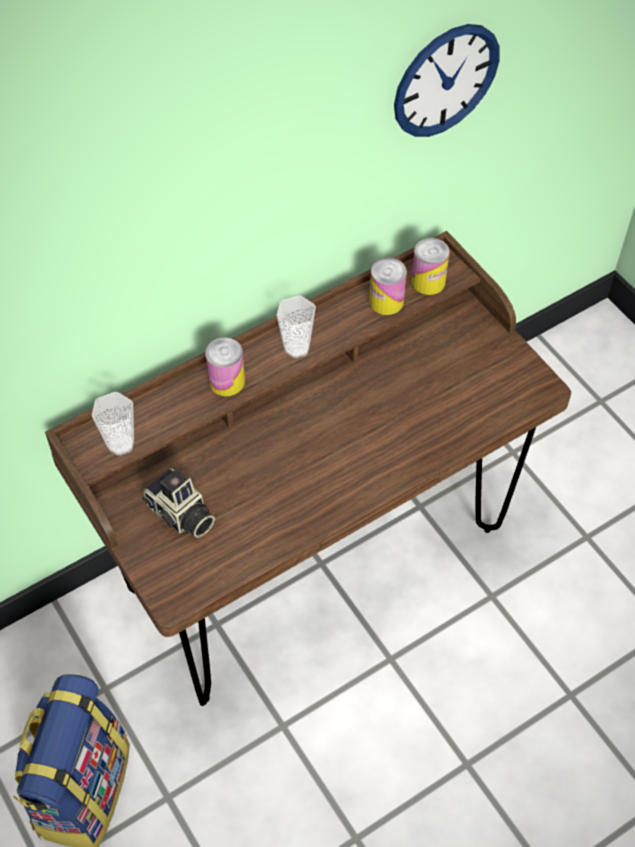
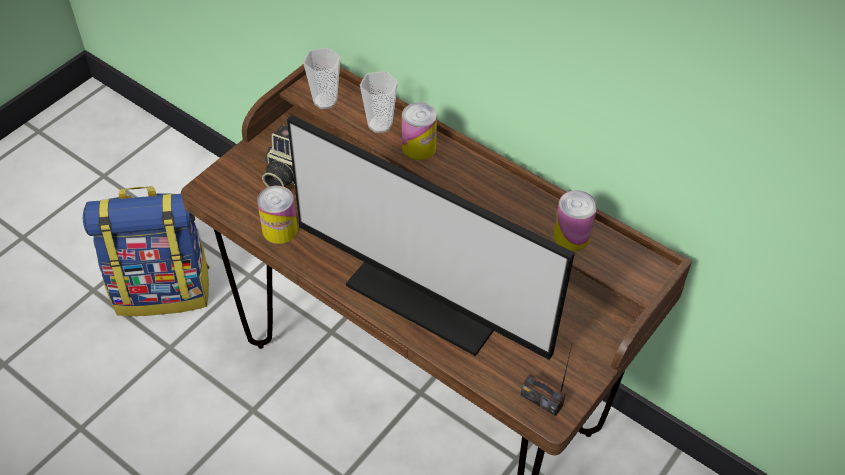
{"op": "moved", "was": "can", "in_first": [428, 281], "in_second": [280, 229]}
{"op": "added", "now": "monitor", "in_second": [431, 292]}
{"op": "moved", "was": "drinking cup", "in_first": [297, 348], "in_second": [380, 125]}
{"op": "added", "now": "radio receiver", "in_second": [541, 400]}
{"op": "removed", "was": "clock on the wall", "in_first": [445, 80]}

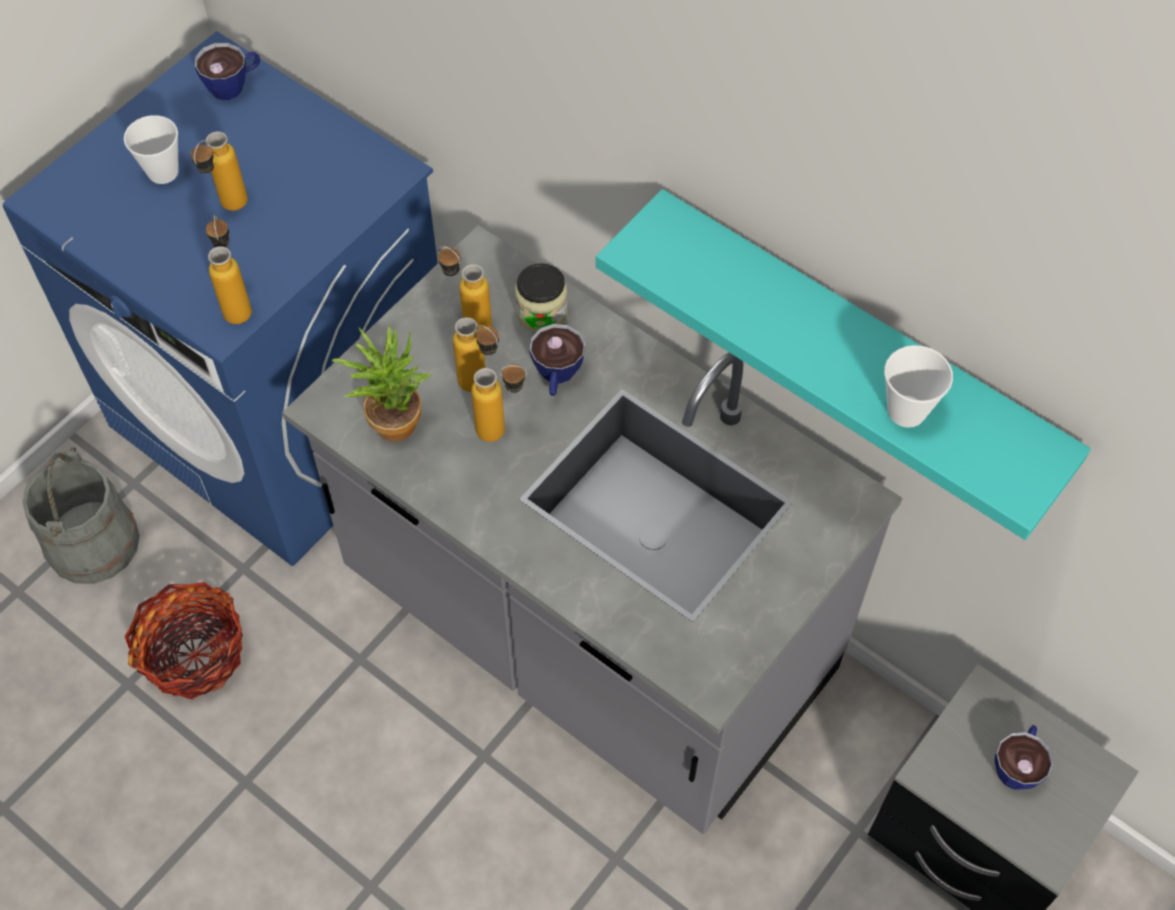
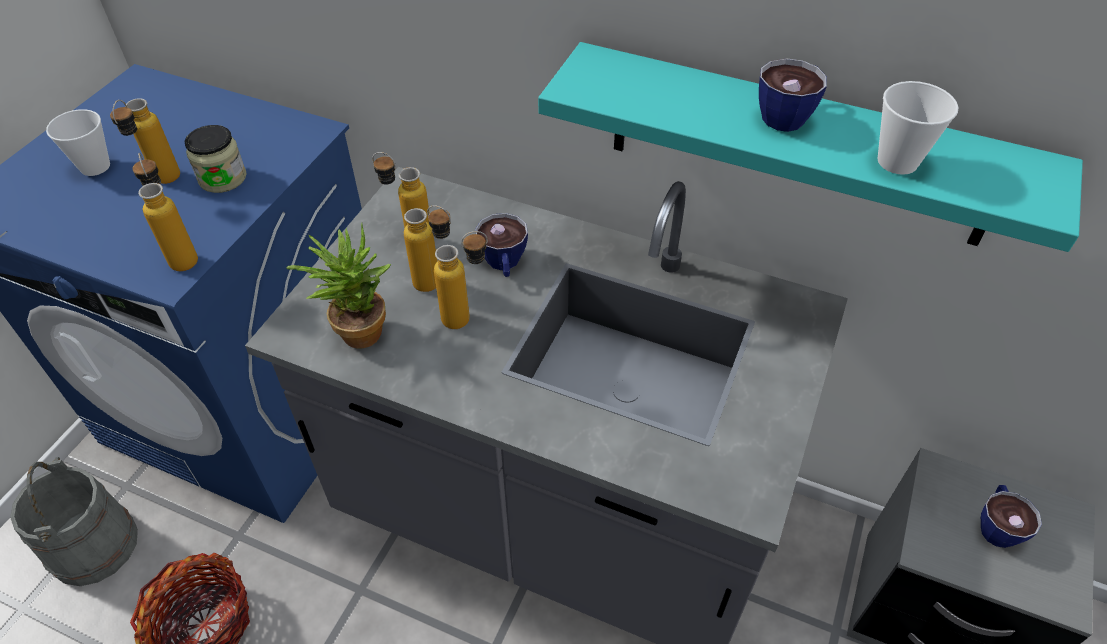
{"op": "moved", "was": "preserve jar", "in_first": [541, 314], "in_second": [222, 178]}
{"op": "moved", "was": "drinking cup", "in_first": [234, 85], "in_second": [788, 114]}

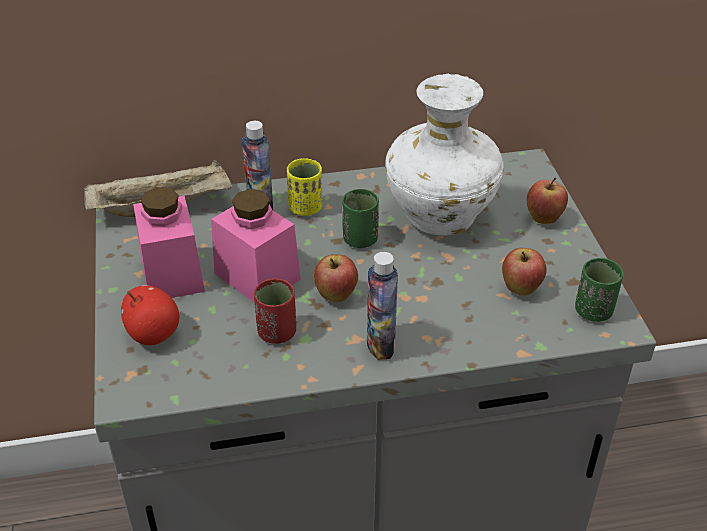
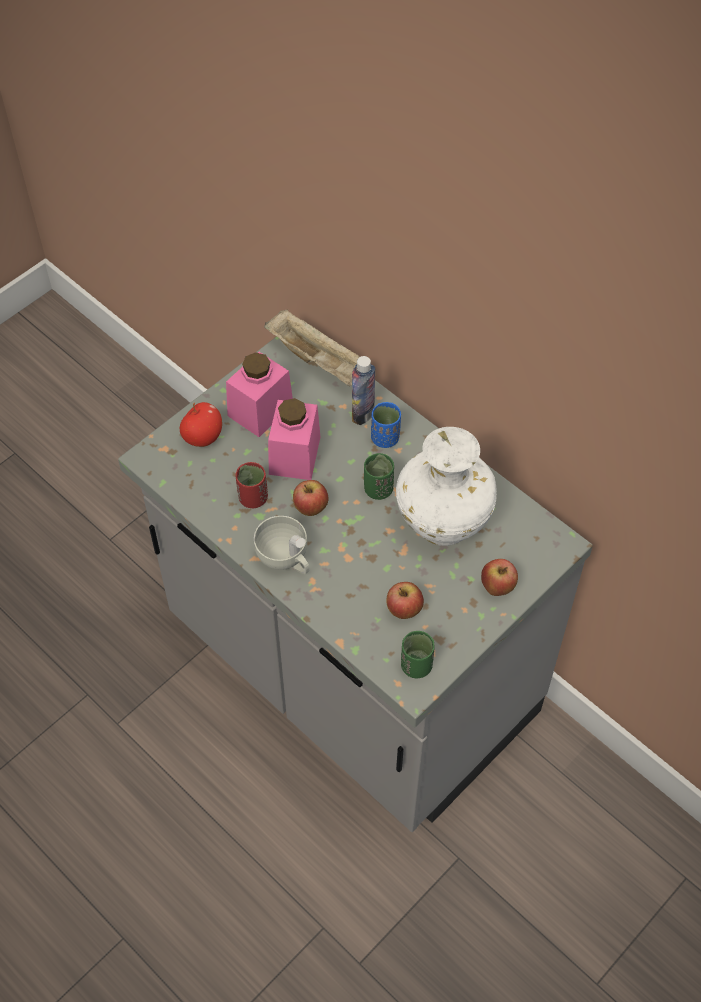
{"op": "replaced", "was": "beverage bottle", "now": "white drinking cup", "in_first": [380, 344], "in_second": [286, 559]}
{"op": "recoloured", "was": "yellowish drinking cup", "now": "blue drinking cup", "in_first": [305, 208], "in_second": [385, 438]}

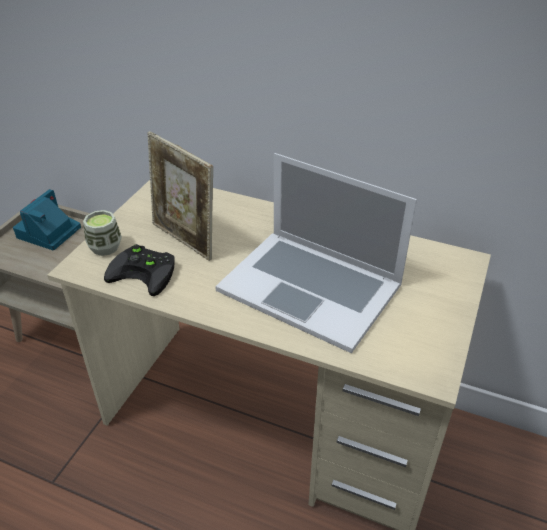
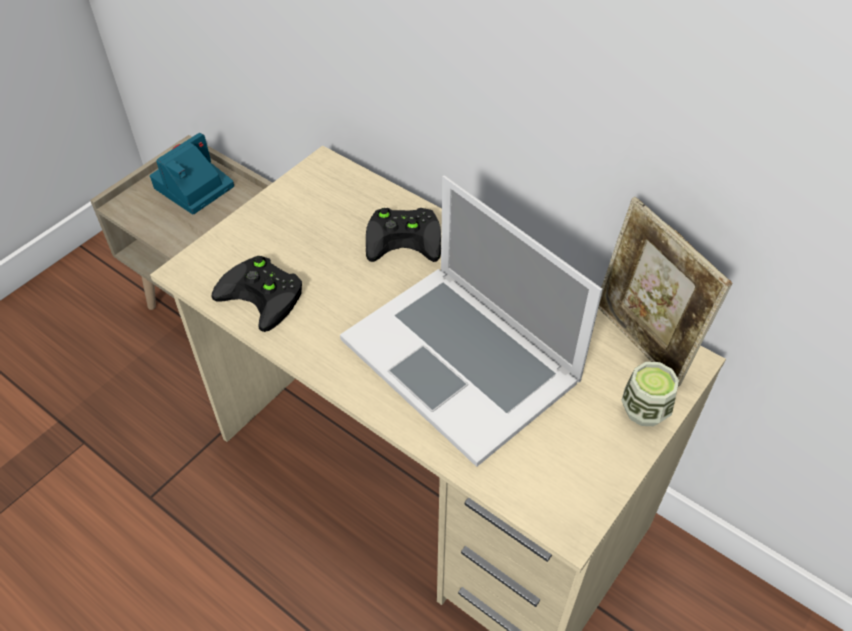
{"op": "added", "now": "blackish game controller", "in_second": [406, 237]}
{"op": "moved", "was": "standing frame", "in_first": [185, 240], "in_second": [641, 343]}
{"op": "moved", "was": "drinking cup", "in_first": [105, 247], "in_second": [644, 410]}

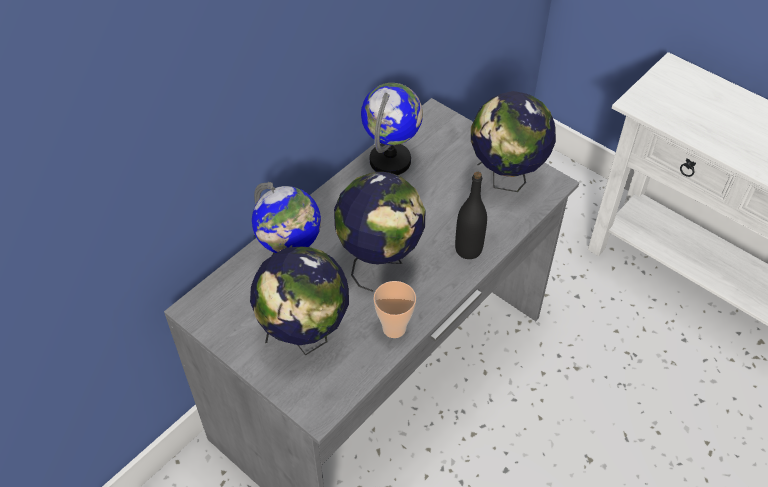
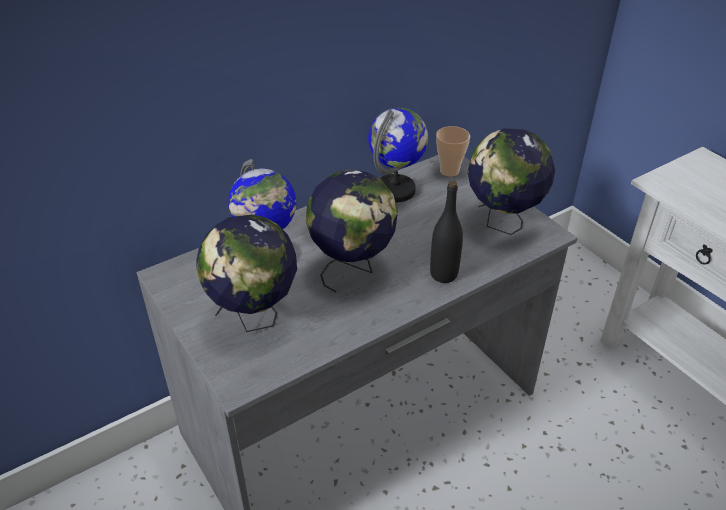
{"op": "moved", "was": "drinking cup", "in_first": [394, 328], "in_second": [449, 171]}

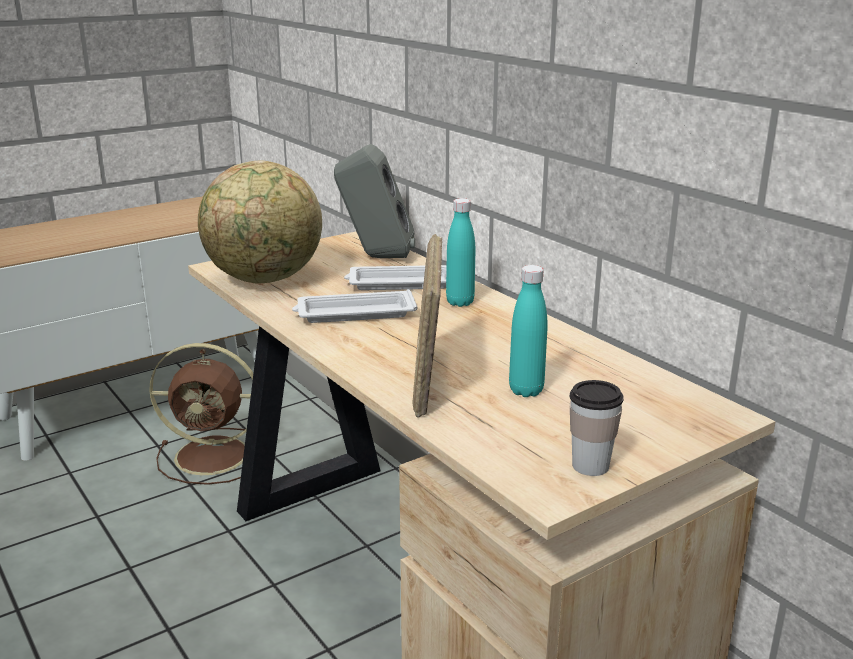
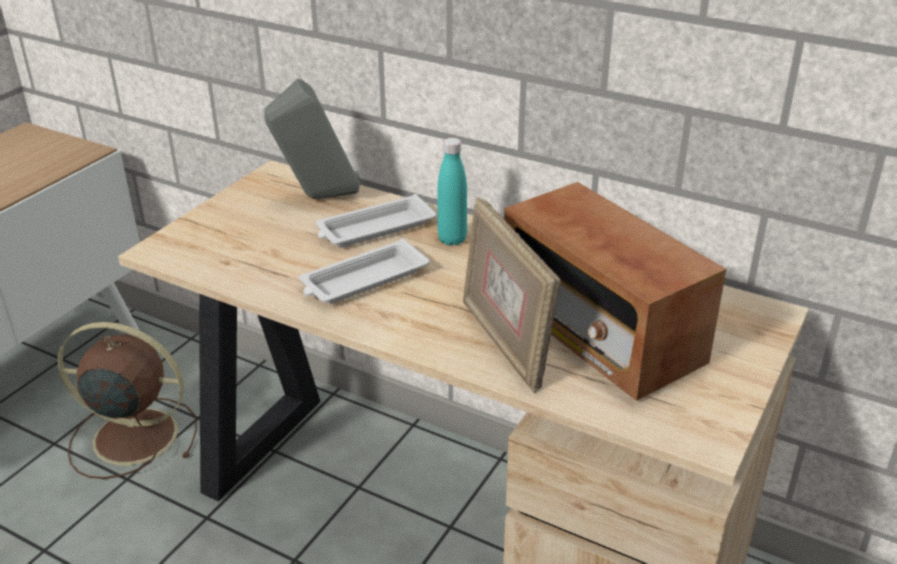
{"op": "turned", "was": "brown-coloured cooling fan", "in_first": [215, 456], "in_second": [131, 436], "clockwise": -150}
{"op": "replaced", "was": "blue-green beverage bottle", "now": "radio receiver", "in_first": [526, 390], "in_second": [599, 333]}
{"op": "removed", "was": "world globe", "in_first": [265, 280]}
{"op": "removed", "was": "drinking cup", "in_first": [590, 466]}

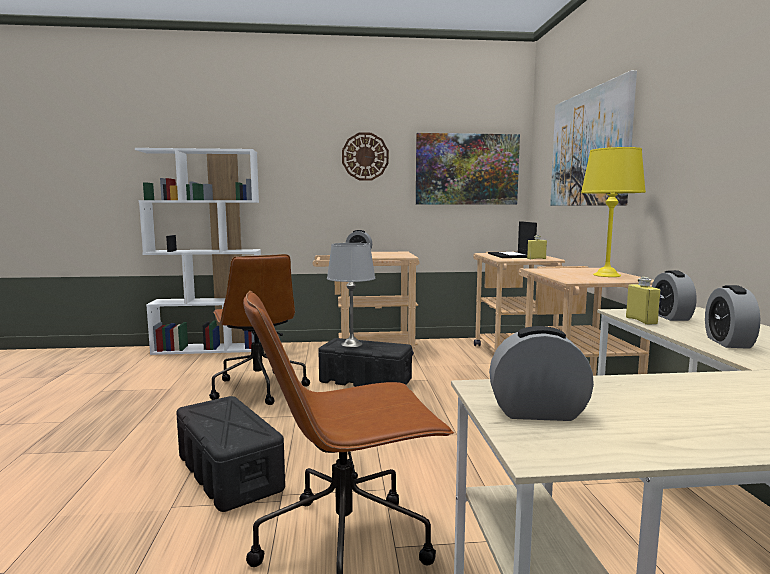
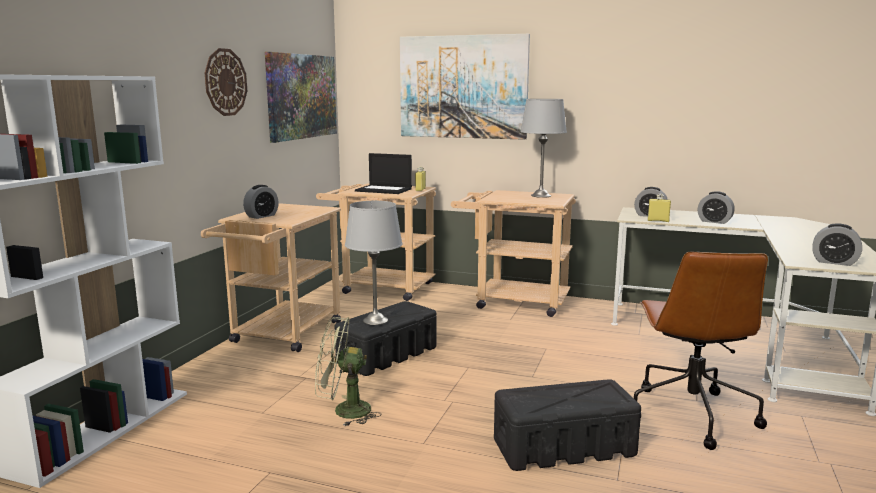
{"op": "replaced", "was": "brown-coloured computer chair", "now": "green cooling fan", "in_first": [258, 388], "in_second": [344, 411]}
{"op": "recoloured", "was": "yellowish tabletop lamp", "now": "greyish tabletop lamp", "in_first": [606, 275], "in_second": [540, 195]}
{"op": "turned", "was": "alarm clock", "in_first": [537, 413], "in_second": [834, 262], "clockwise": -90}

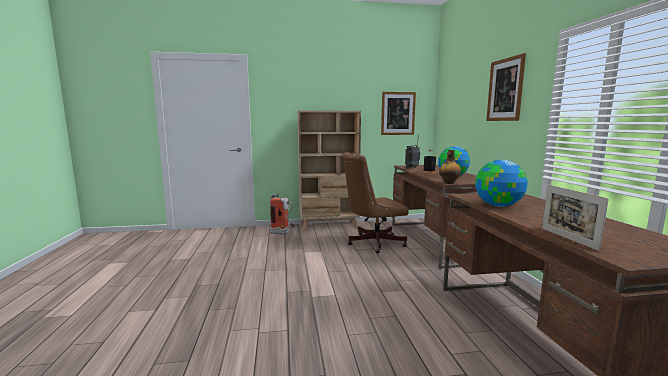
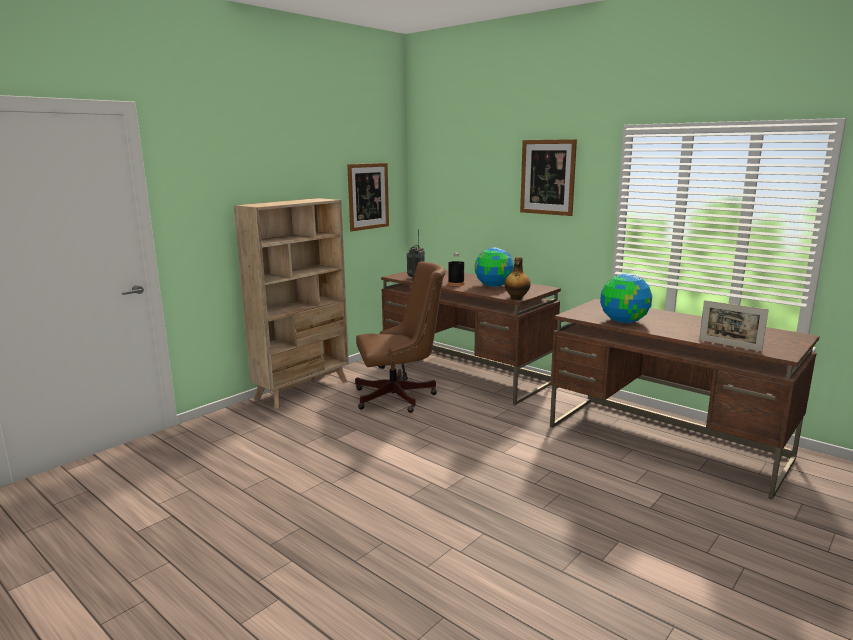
{"op": "turned", "was": "brown-coloured computer chair", "in_first": [372, 243], "in_second": [400, 397], "clockwise": -135}
{"op": "removed", "was": "fire extinguisher", "in_first": [283, 233]}

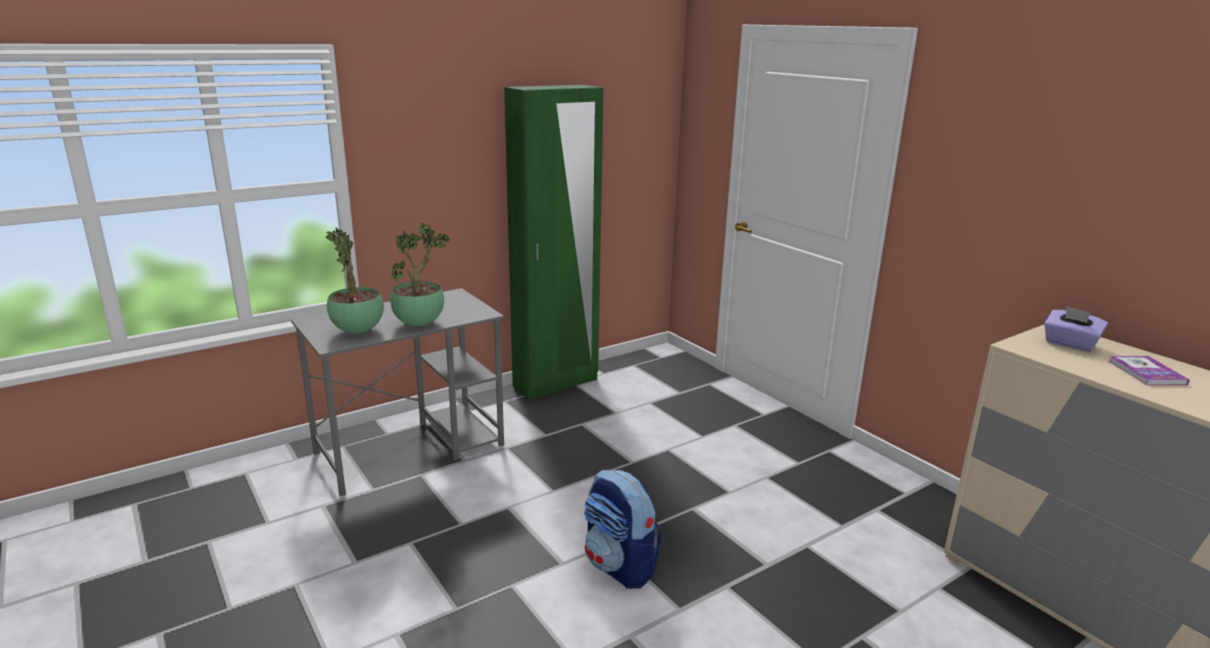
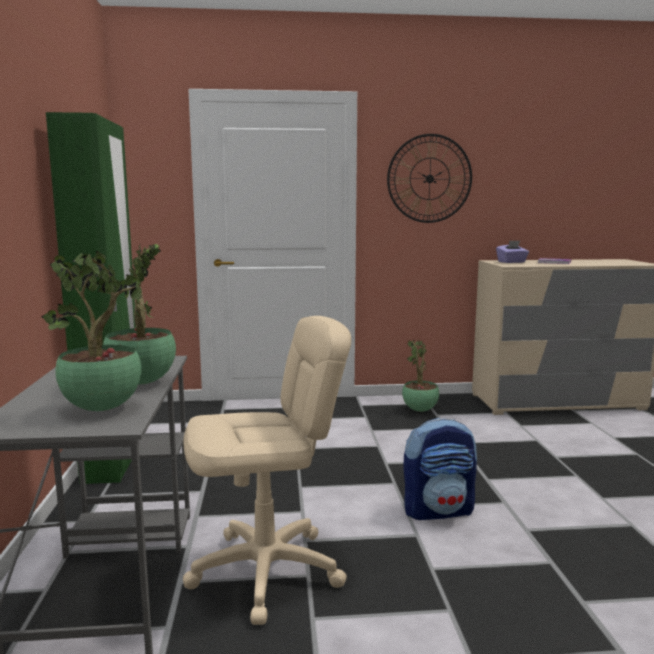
{"op": "added", "now": "beige computer chair", "in_second": [267, 571]}
{"op": "added", "now": "clock on the wall", "in_second": [429, 179]}
{"op": "added", "now": "potted plant", "in_second": [419, 410]}

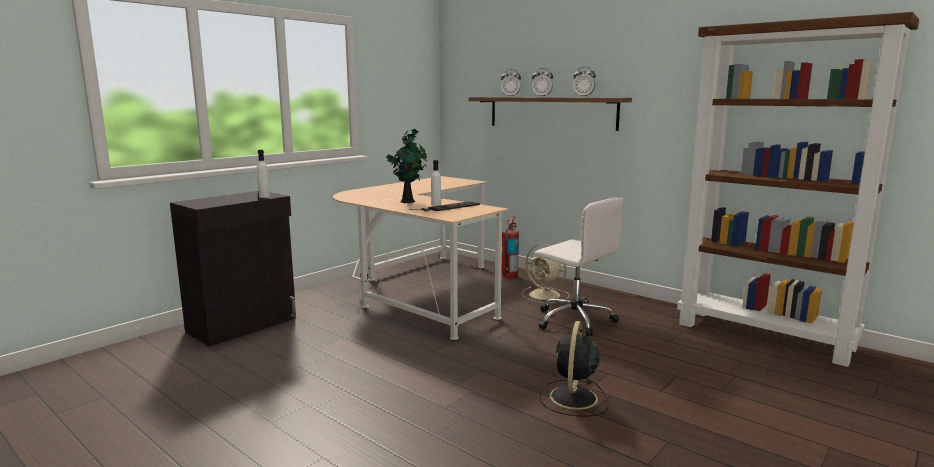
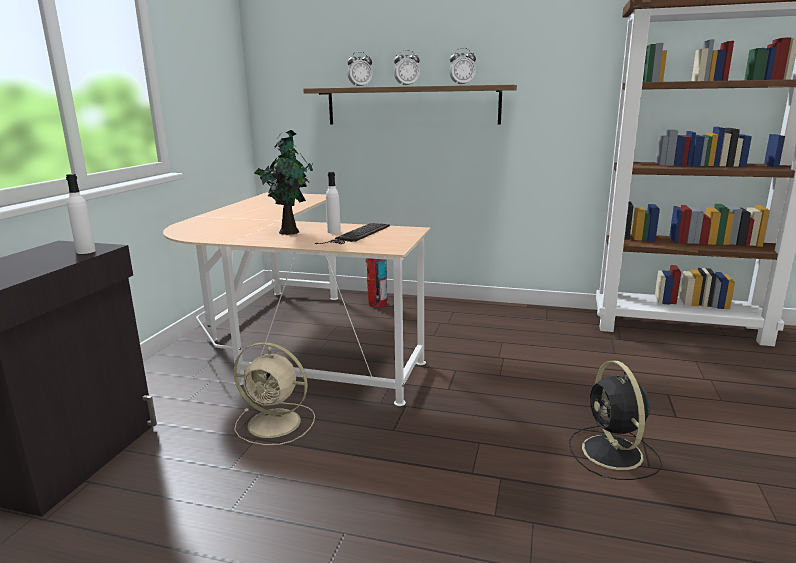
{"op": "moved", "was": "beige cooling fan", "in_first": [545, 295], "in_second": [276, 423]}
{"op": "removed", "was": "white computer chair", "in_first": [574, 320]}

